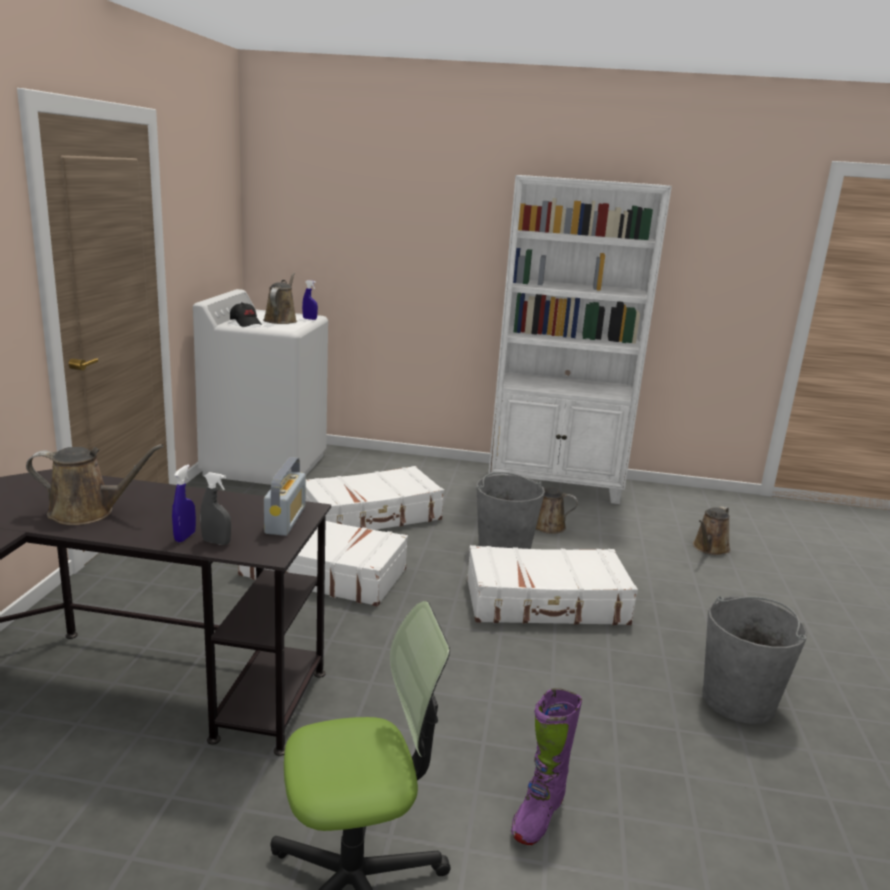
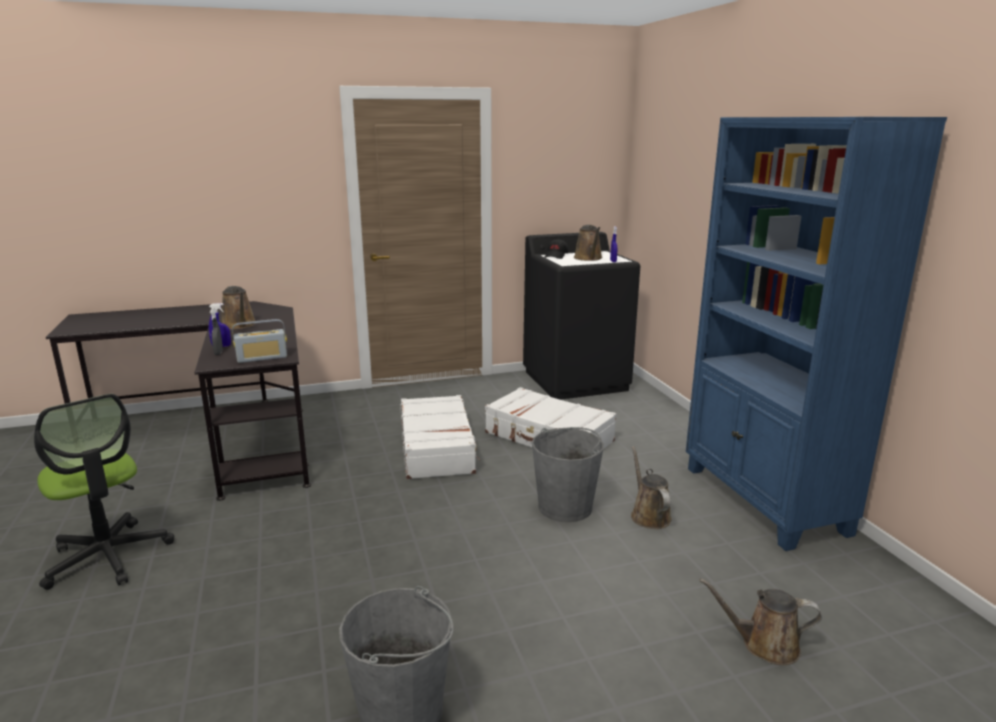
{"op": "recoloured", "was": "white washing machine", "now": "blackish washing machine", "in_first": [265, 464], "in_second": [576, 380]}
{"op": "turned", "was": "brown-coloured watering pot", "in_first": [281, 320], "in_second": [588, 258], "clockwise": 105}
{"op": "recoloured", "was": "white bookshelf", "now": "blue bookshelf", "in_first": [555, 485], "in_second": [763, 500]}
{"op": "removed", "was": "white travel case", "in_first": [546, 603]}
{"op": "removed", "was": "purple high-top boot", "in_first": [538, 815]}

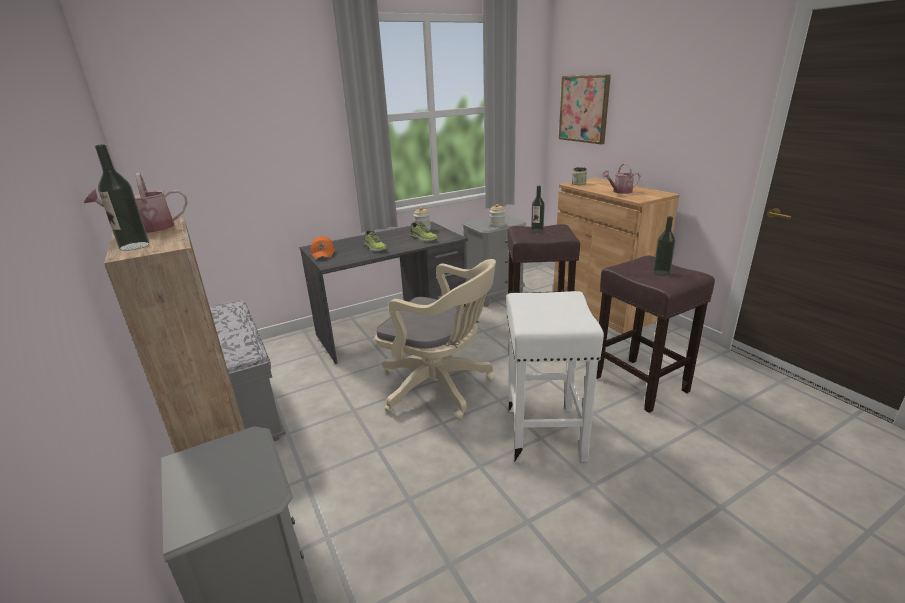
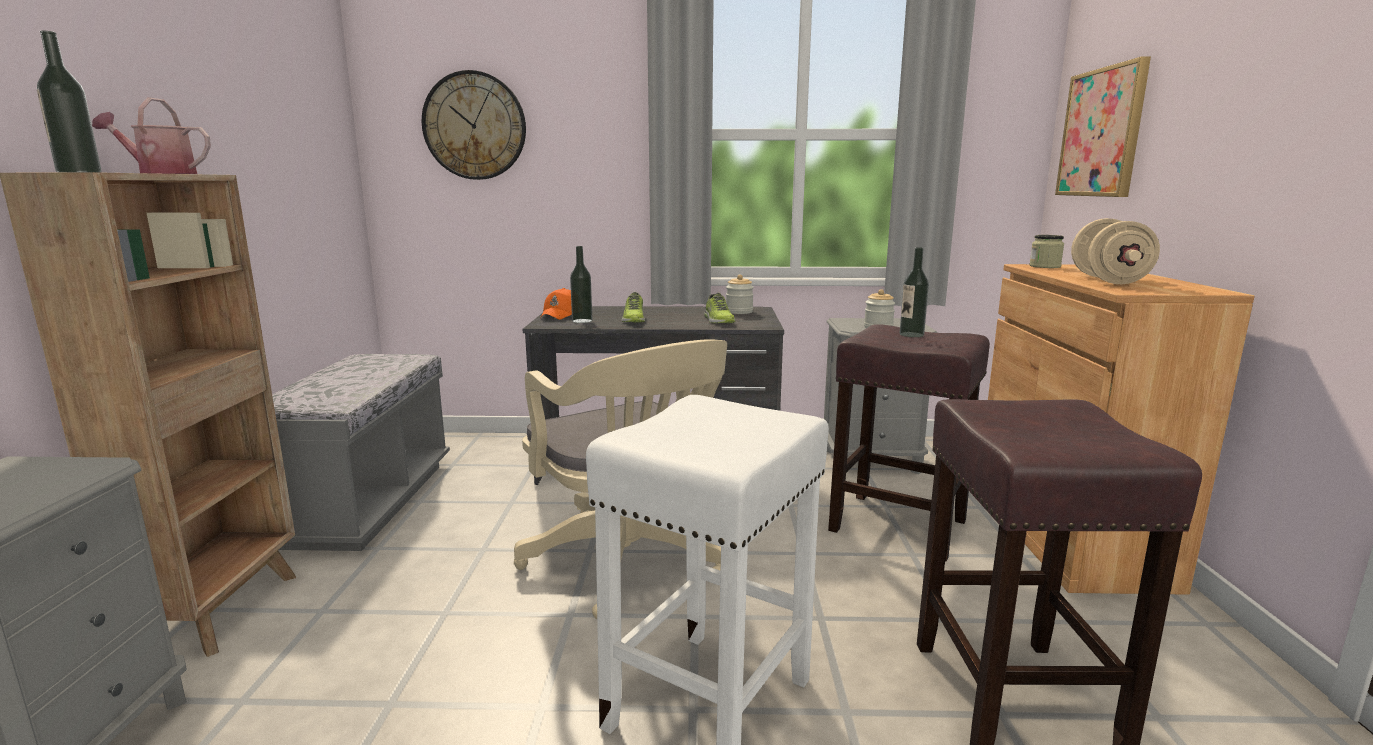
{"op": "added", "now": "clock on the wall", "in_second": [474, 126]}
{"op": "moved", "was": "beverage bottle", "in_first": [661, 273], "in_second": [582, 321]}
{"op": "replaced", "was": "watering pot", "now": "beige free weight", "in_first": [620, 192], "in_second": [1108, 280]}

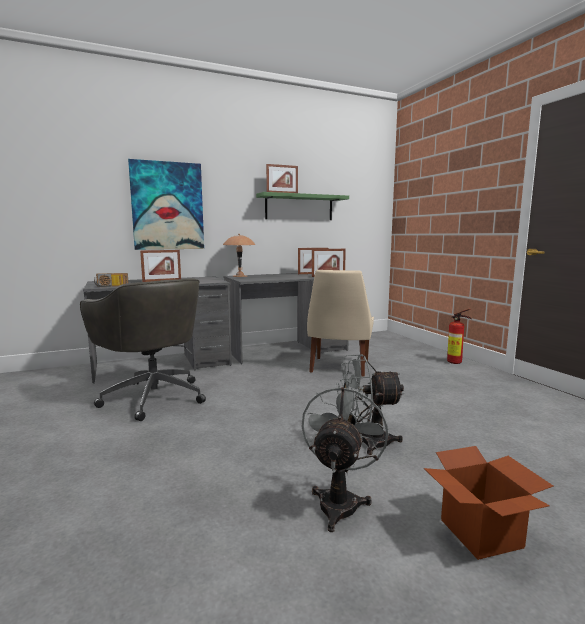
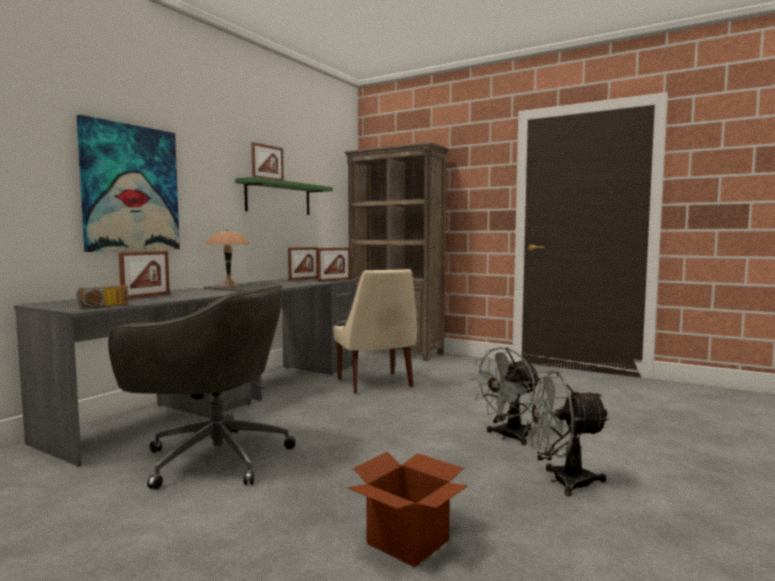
{"op": "added", "now": "brown-coloured bookshelf", "in_second": [396, 352]}
{"op": "moved", "was": "carton", "in_first": [480, 533], "in_second": [407, 542]}
{"op": "turned", "was": "greyish cooling fan", "in_first": [340, 500], "in_second": [562, 481], "clockwise": -75}
{"op": "removed", "was": "fire extinguisher", "in_first": [456, 363]}

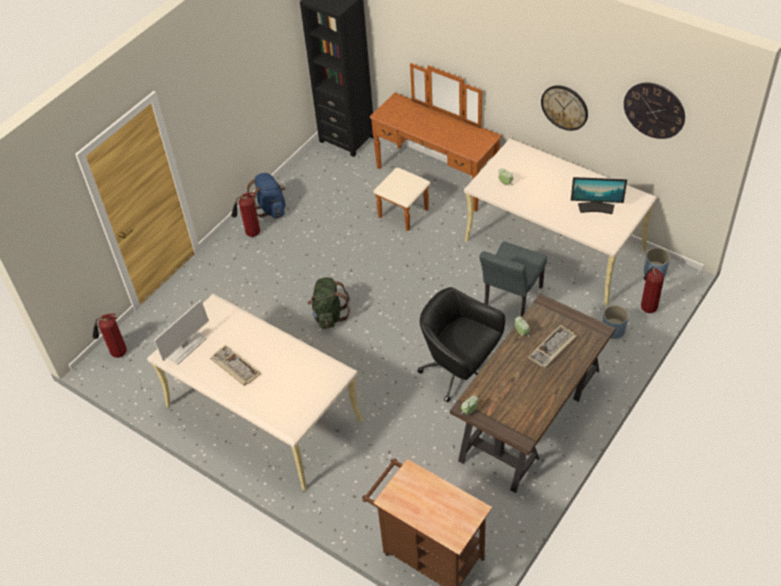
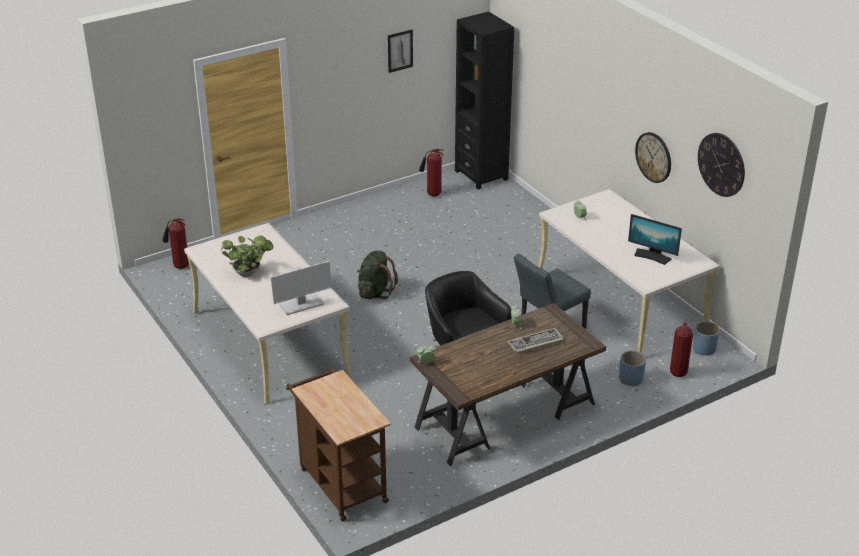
{"op": "replaced", "was": "keyboard", "now": "potted plant", "in_first": [235, 367], "in_second": [249, 273]}
{"op": "moved", "was": "monitor", "in_first": [185, 347], "in_second": [301, 305]}
{"op": "added", "now": "wall art", "in_second": [400, 51]}
{"op": "moved", "was": "fire extinguisher", "in_first": [251, 233], "in_second": [432, 194]}
{"op": "removed", "was": "blue knapsack", "in_first": [271, 208]}
{"op": "removed", "was": "brown-coloured chest of drawers", "in_first": [429, 186]}

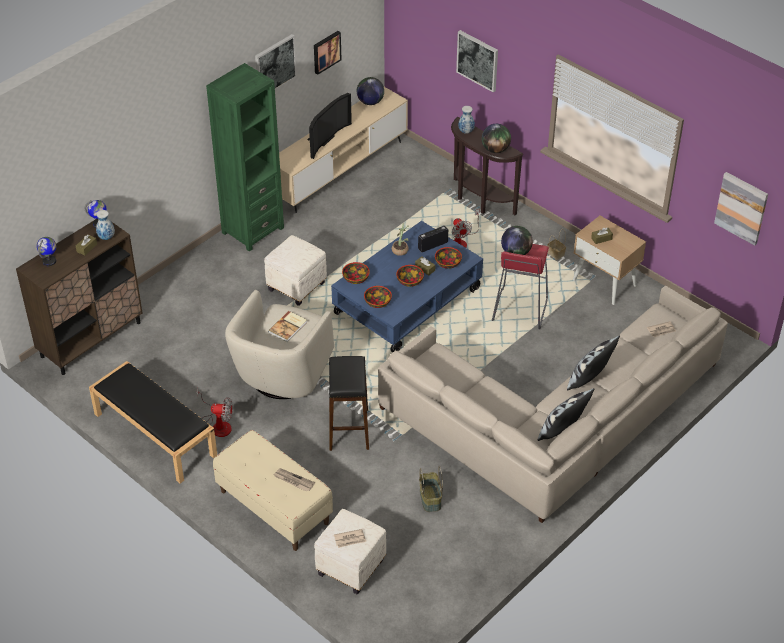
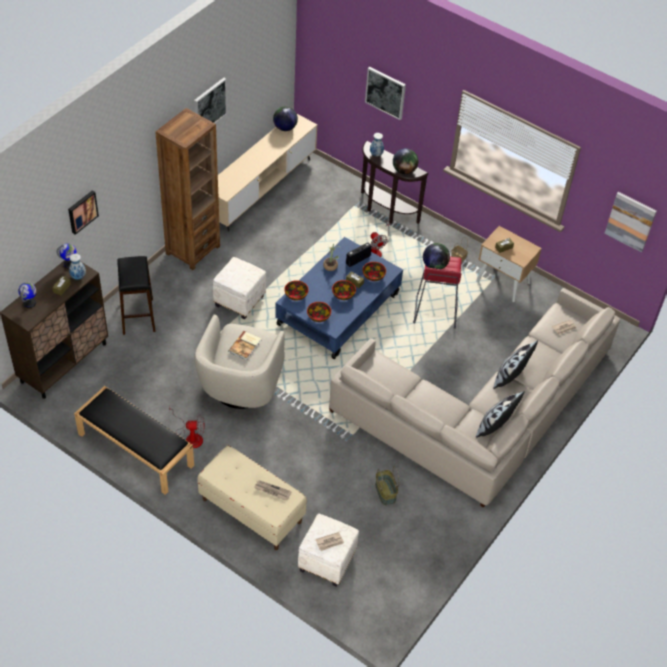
{"op": "moved", "was": "wall art", "in_first": [326, 51], "in_second": [82, 211]}
{"op": "moved", "was": "blackish stool seat", "in_first": [348, 429], "in_second": [138, 316]}
{"op": "recoloured", "was": "green bookshelf", "now": "brown-coloured bookshelf", "in_first": [252, 230], "in_second": [192, 250]}
{"op": "removed", "was": "TV set", "in_first": [324, 139]}

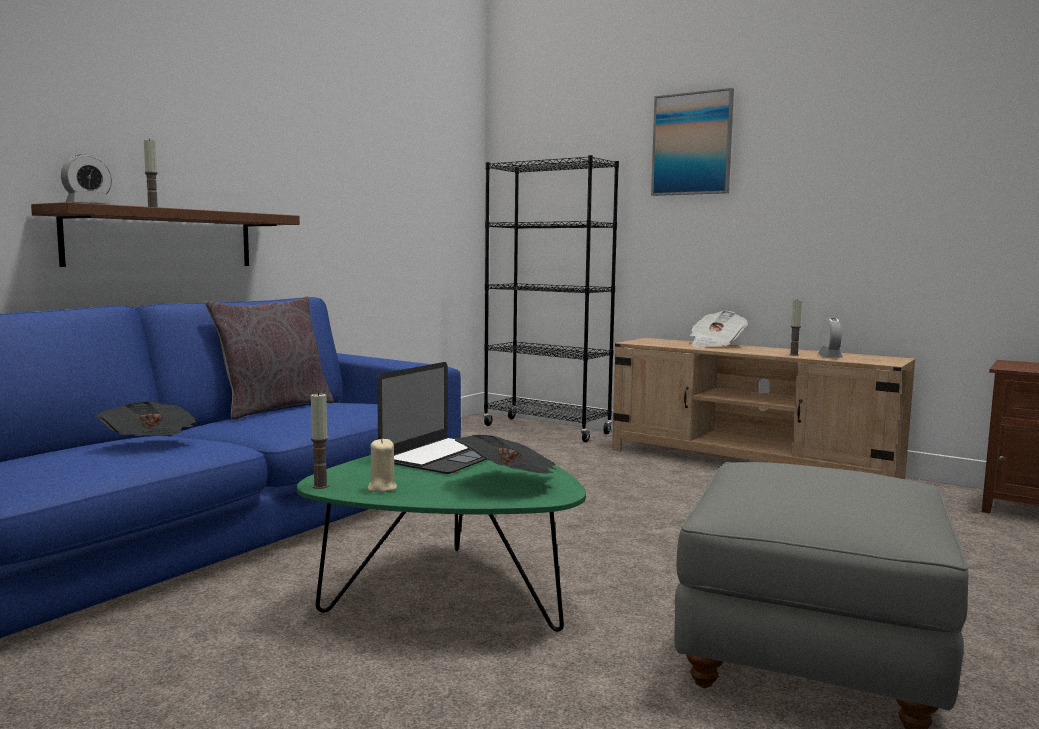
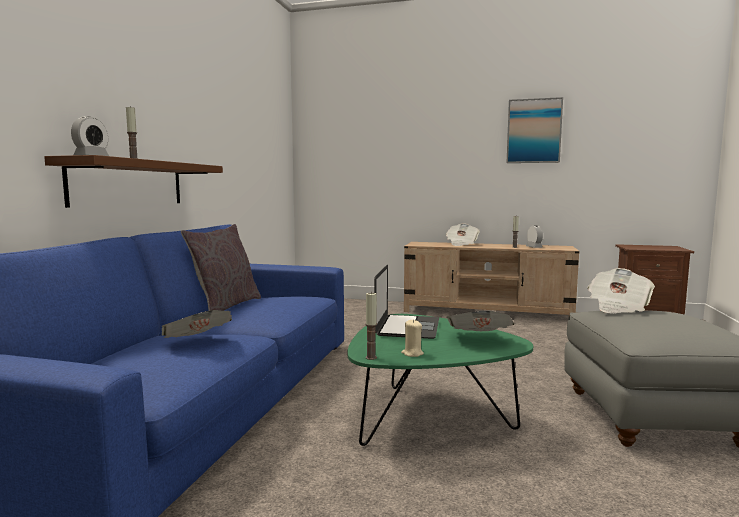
{"op": "moved", "was": "wall art", "in_first": [692, 144], "in_second": [533, 131]}
{"op": "added", "now": "newspaper", "in_second": [618, 307]}
{"op": "removed", "was": "blackish bookshelf", "in_first": [546, 430]}

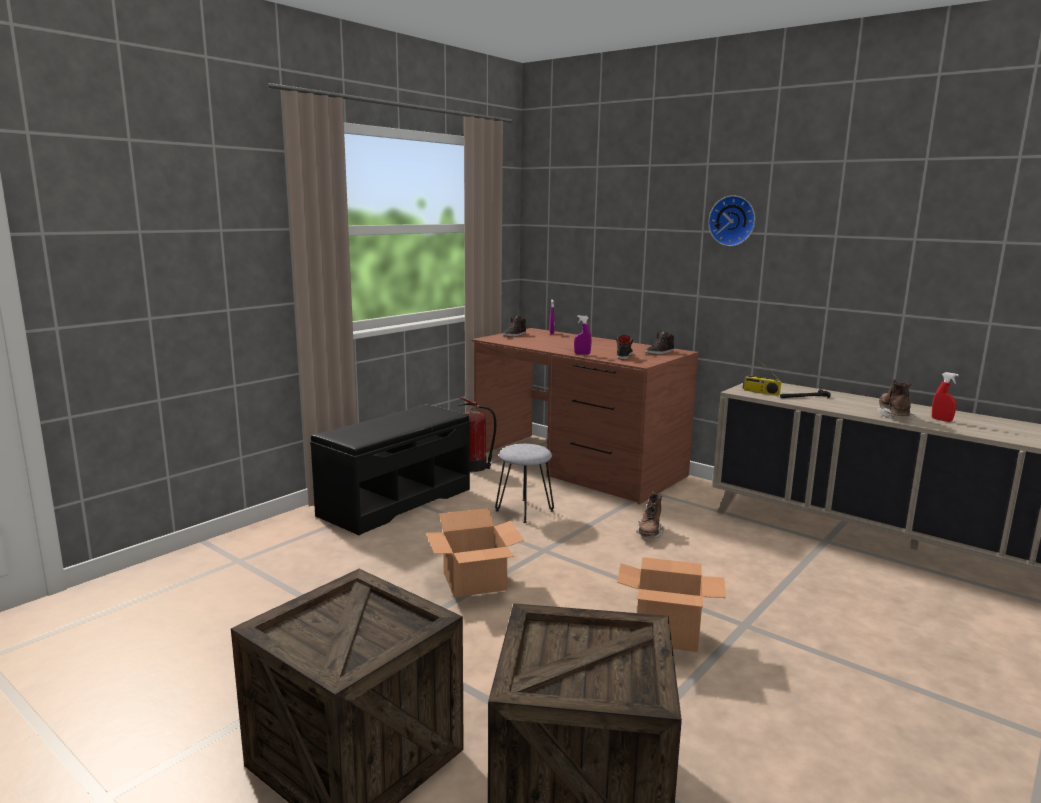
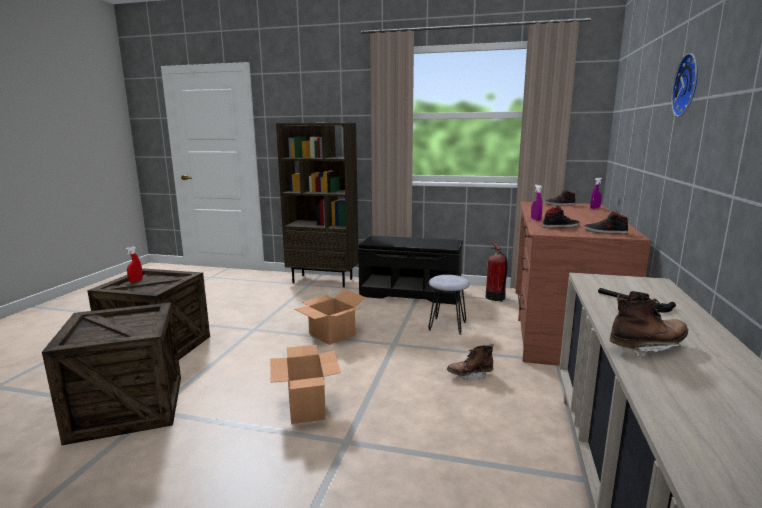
{"op": "moved", "was": "red-coloured hand sprayer", "in_first": [941, 420], "in_second": [136, 281]}
{"op": "added", "now": "brown-coloured bookshelf", "in_second": [323, 281]}
{"op": "removed", "was": "radio receiver", "in_first": [760, 392]}

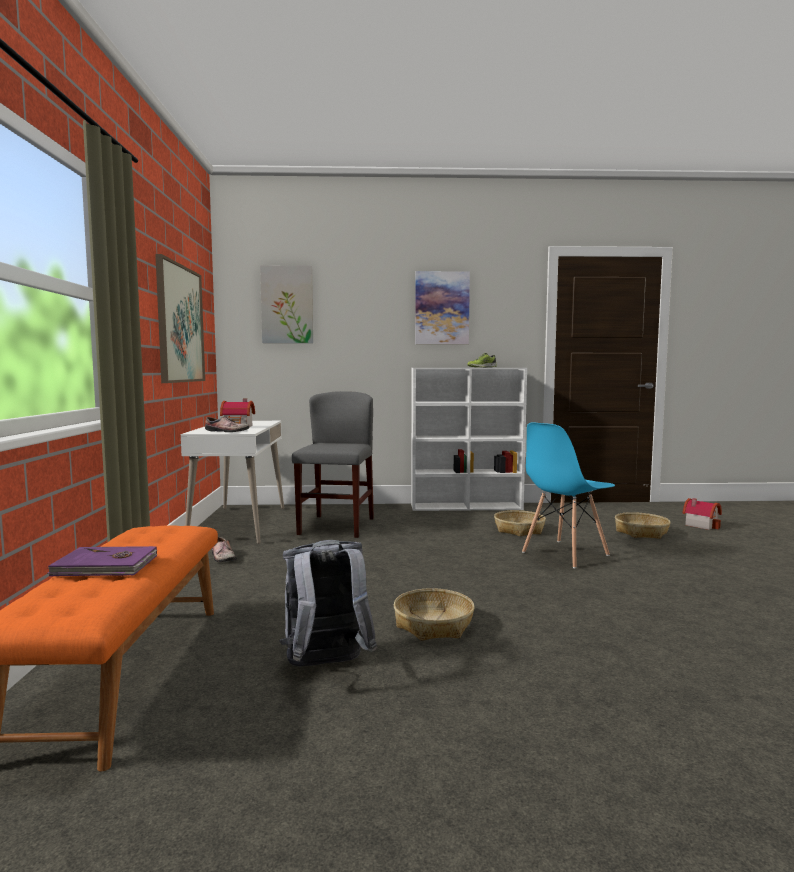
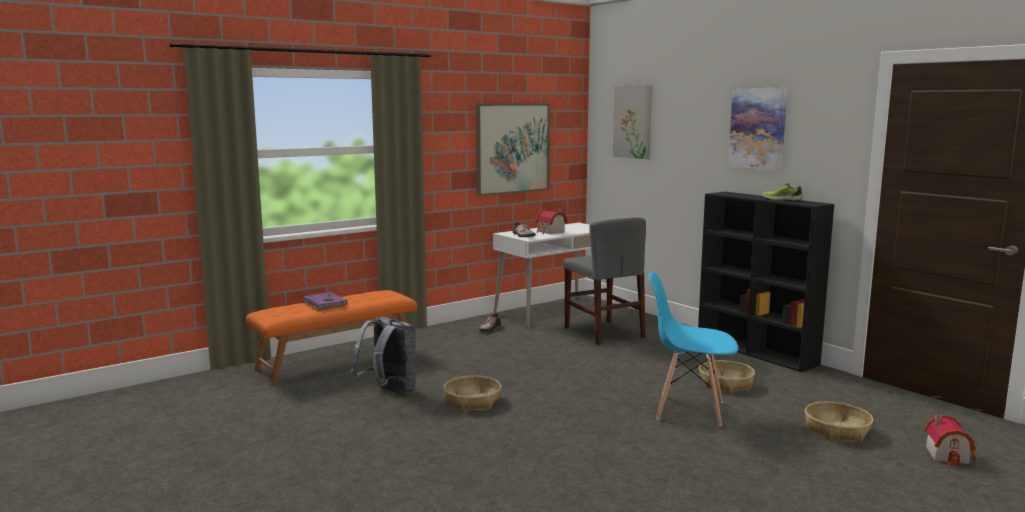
{"op": "turned", "was": "greyish upright chair", "in_first": [336, 526], "in_second": [603, 332], "clockwise": 90}
{"op": "recoloured", "was": "white bookshelf", "now": "blackish bookshelf", "in_first": [467, 506], "in_second": [757, 352]}

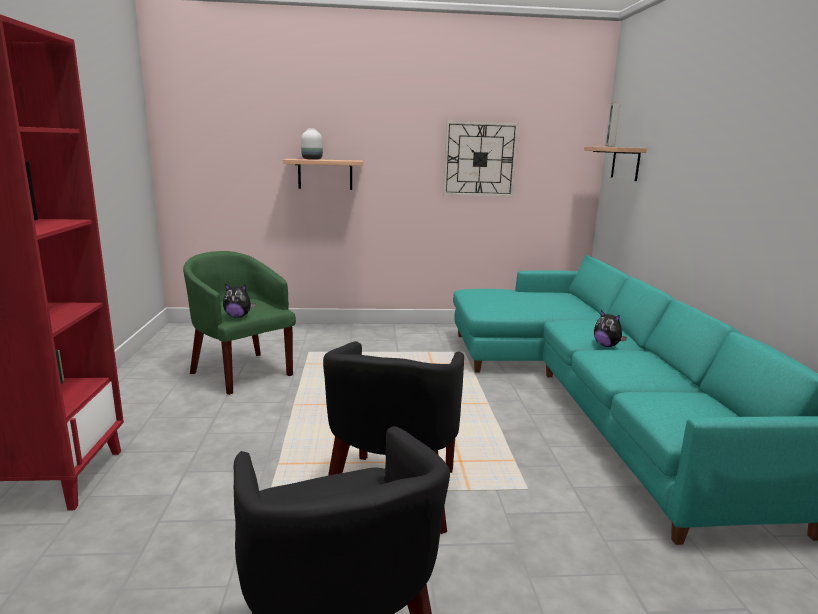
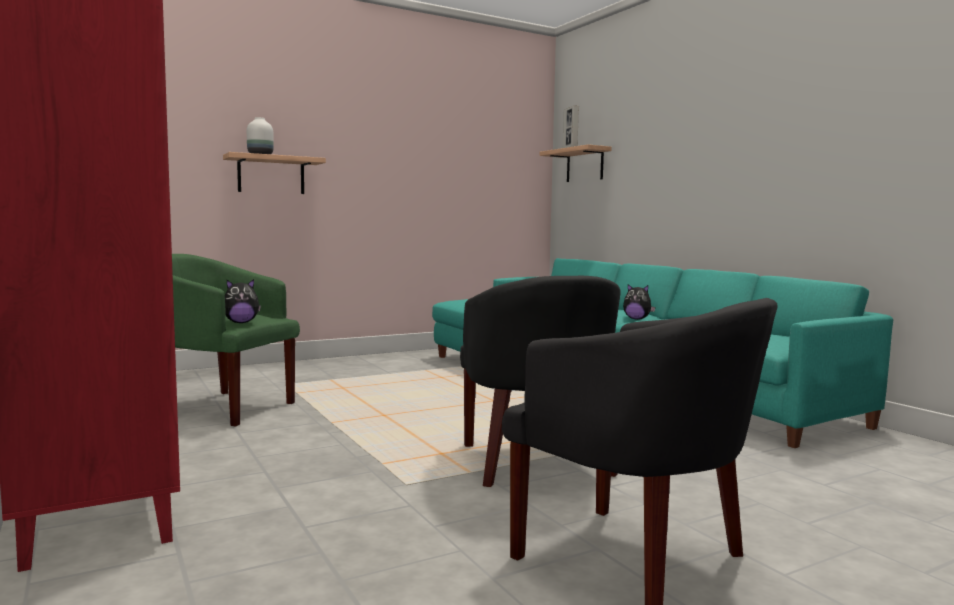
{"op": "removed", "was": "clock on the wall", "in_first": [480, 159]}

